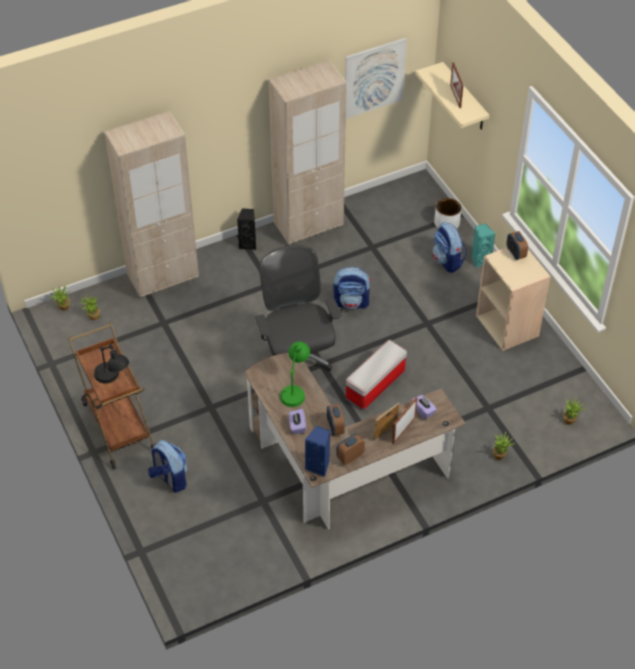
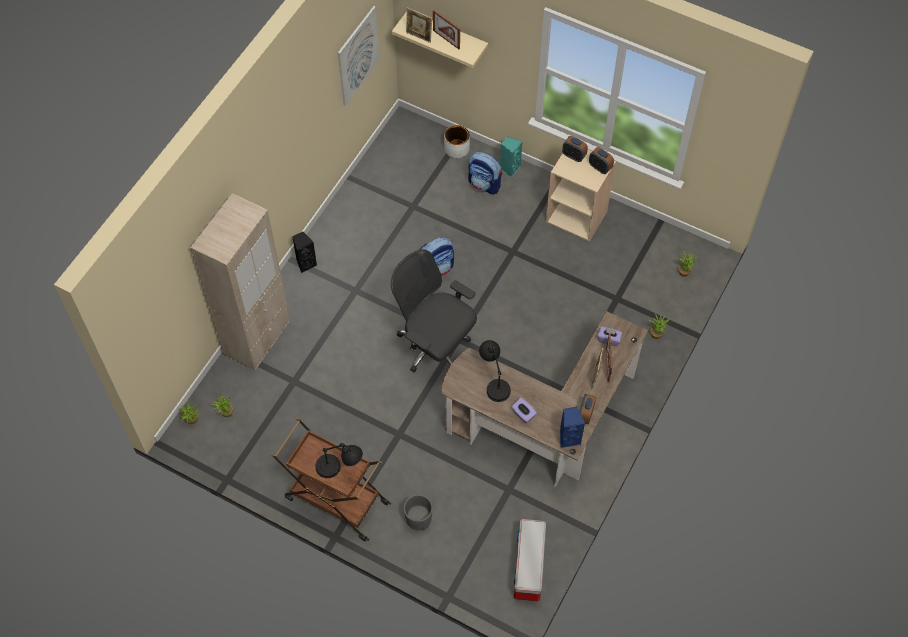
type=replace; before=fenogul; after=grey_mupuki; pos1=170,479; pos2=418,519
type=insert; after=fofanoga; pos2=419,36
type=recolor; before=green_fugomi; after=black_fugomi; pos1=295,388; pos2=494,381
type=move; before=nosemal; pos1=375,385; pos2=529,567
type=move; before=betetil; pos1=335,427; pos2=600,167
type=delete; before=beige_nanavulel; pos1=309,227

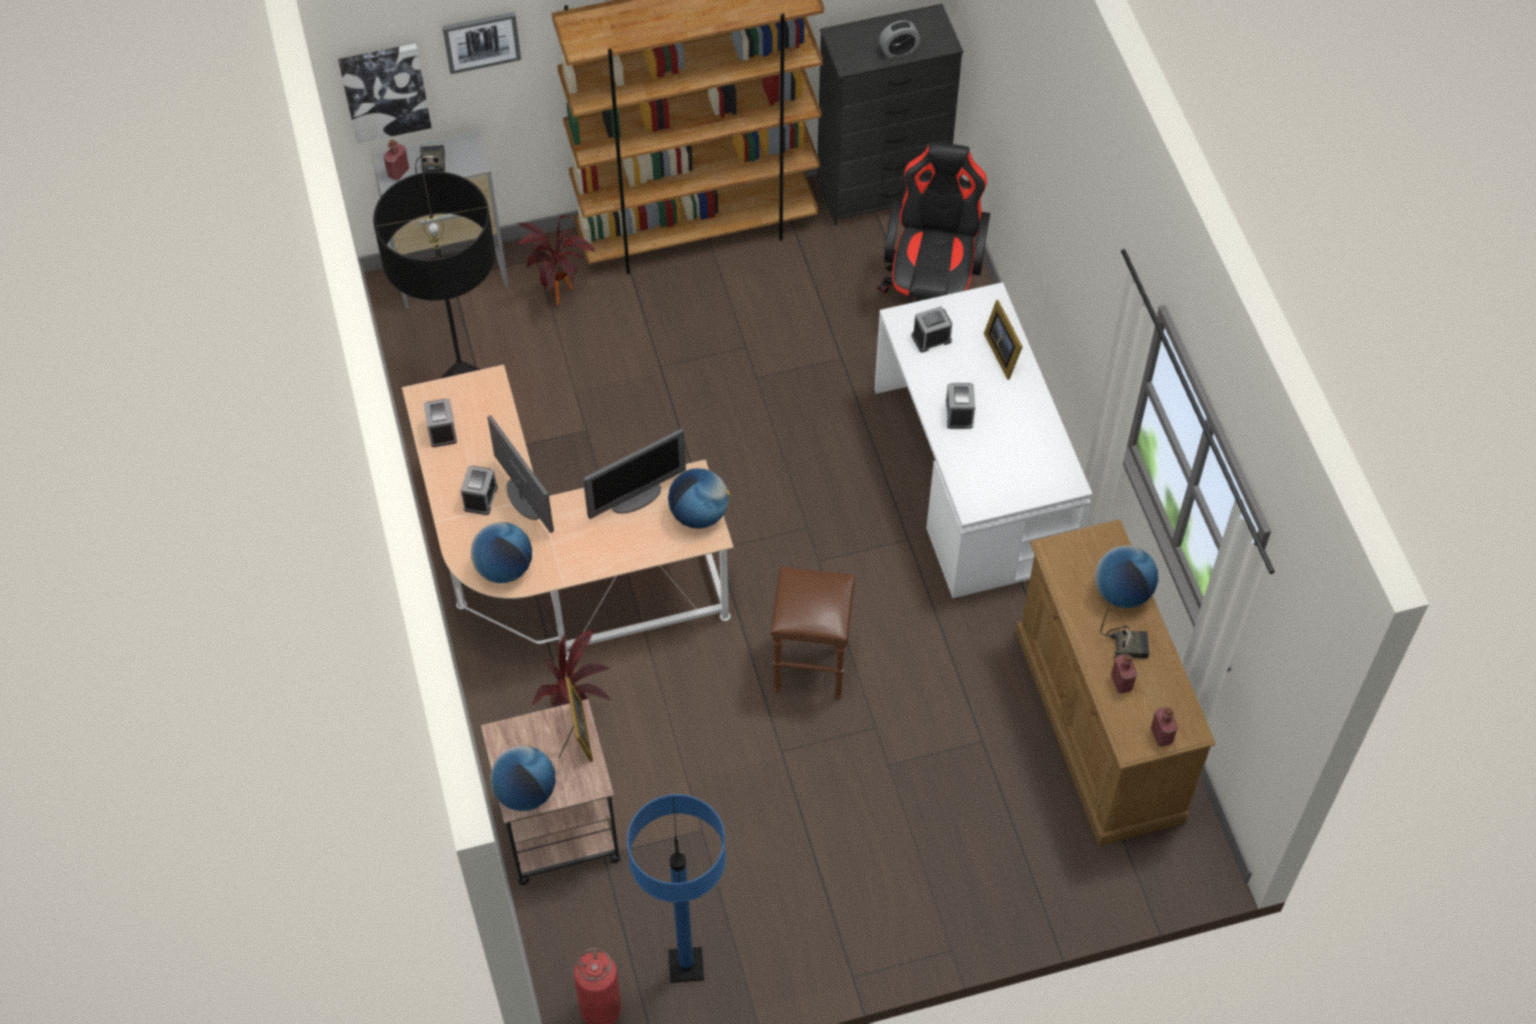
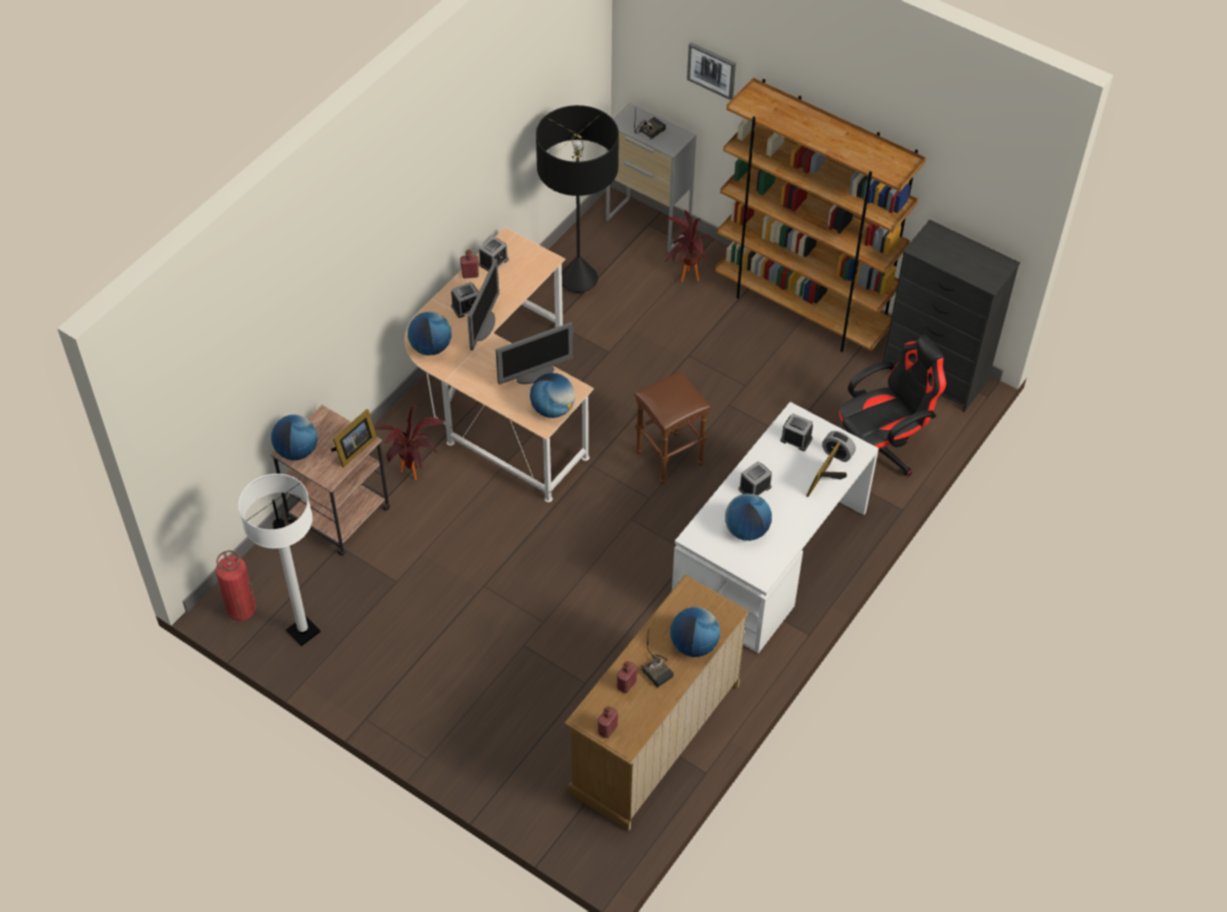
type=recolor; before=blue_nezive; after=white_nezive; pos1=686,965; pos2=303,631
type=move; before=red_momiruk; pos1=398,172; pos2=470,274
type=rotate; before=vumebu; pos1=637,498; pos2=535,374; turn=-45
type=move; before=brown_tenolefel; pos1=812,668; pos2=669,459
type=insert; after=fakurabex; pos2=746,530
type=move; before=betetil; pos1=898,50; pos2=837,454
type=delete; before=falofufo; pos1=385,91

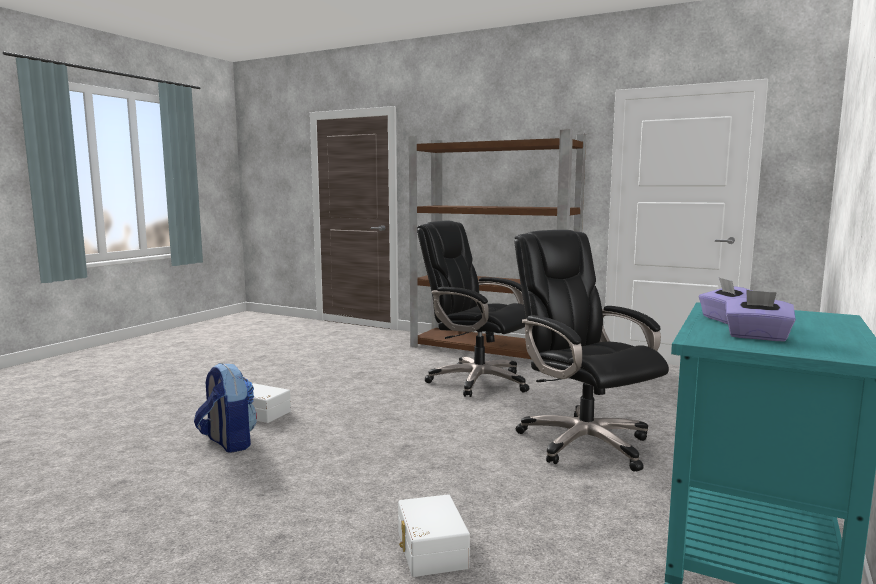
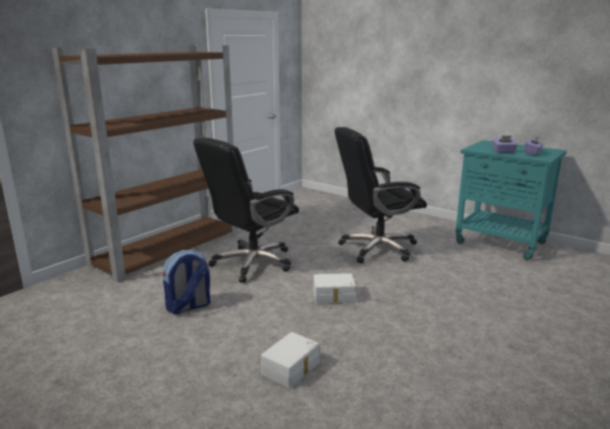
type=move; before=fenogul; pos1=228,442; pos2=188,307
type=move; before=white_nosemal; pos1=430,550; pos2=334,297

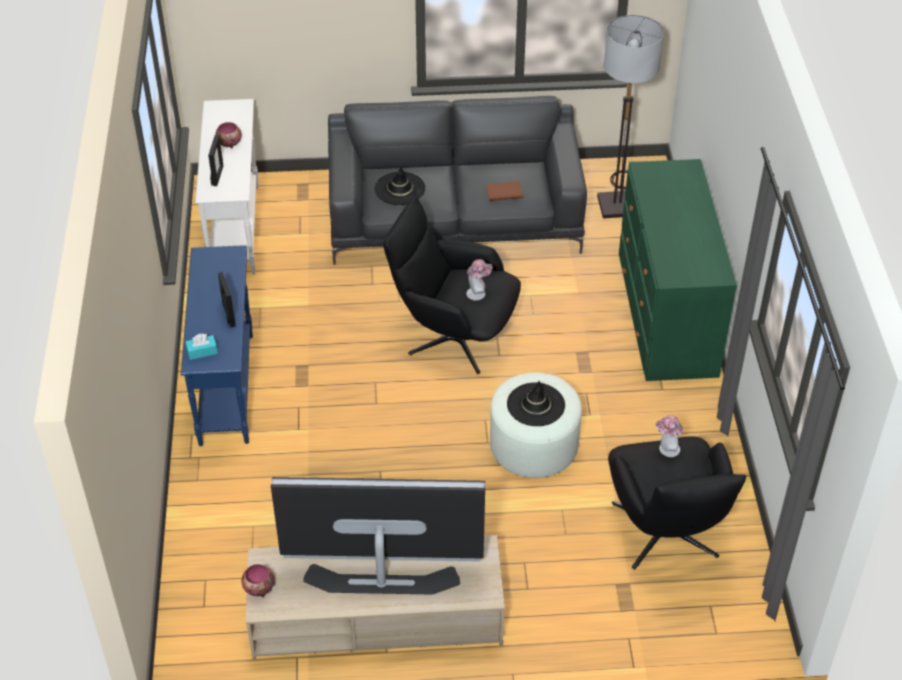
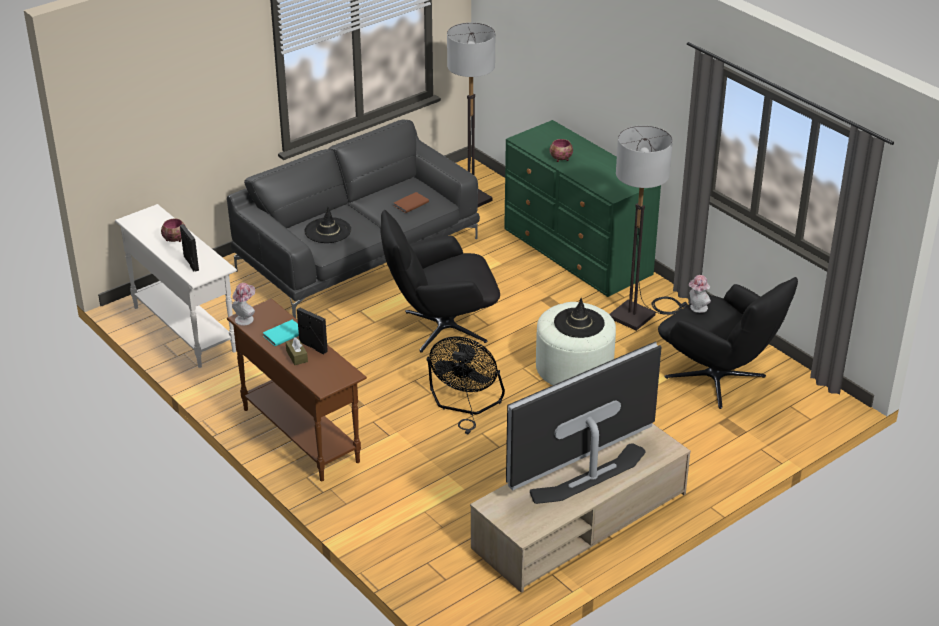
type=recolor; before=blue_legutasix; after=brown_legutasix; pos1=227,388; pos2=300,435
type=move; before=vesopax; pos1=478,293; pos2=246,318
type=insert; after=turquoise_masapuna; pos2=283,334
type=insert; after=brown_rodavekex; pos2=297,356
type=insert; after=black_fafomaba; pos2=463,405
type=move; before=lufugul; pos1=258,589; pos2=560,159
type=insert; after=nezive; pos2=642,314
type=delete; before=turquoise_rodavekex; pos1=202,351

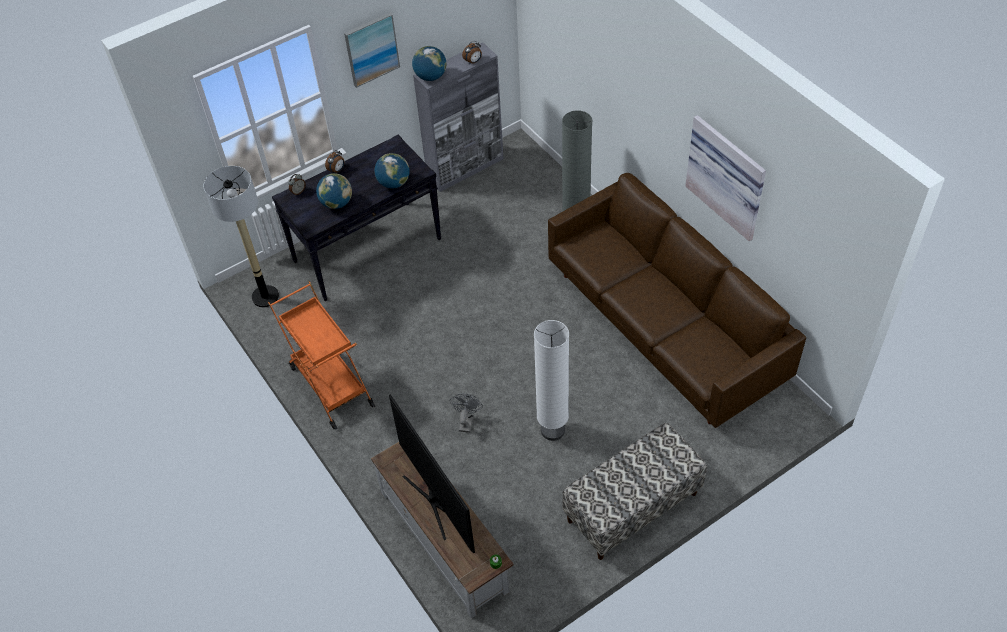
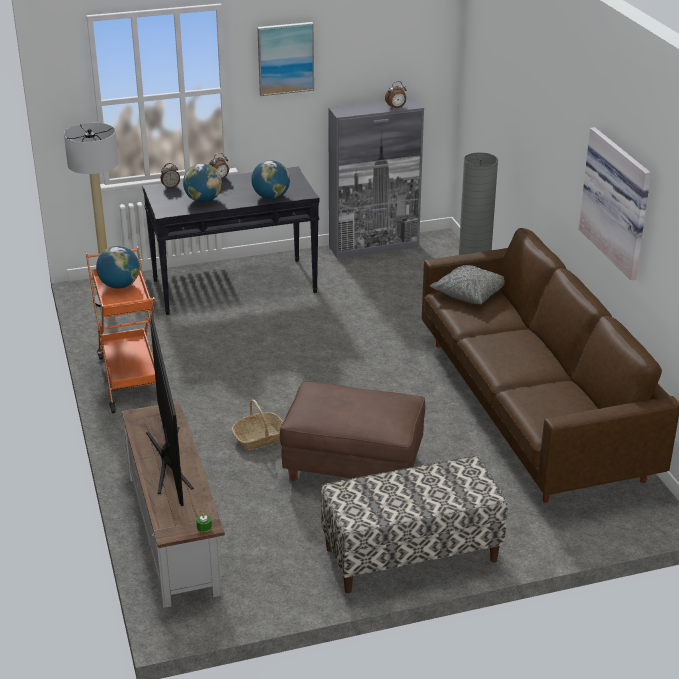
type=move; before=fakurabex; pos1=430,77; pos2=119,285
type=replace; before=grey_fafomaba; after=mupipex; pos1=466,421; pos2=259,438
type=replace; before=white_nezive; after=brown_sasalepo; pos1=552,430; pos2=353,467
type=insert; after=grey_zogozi; pos2=470,293

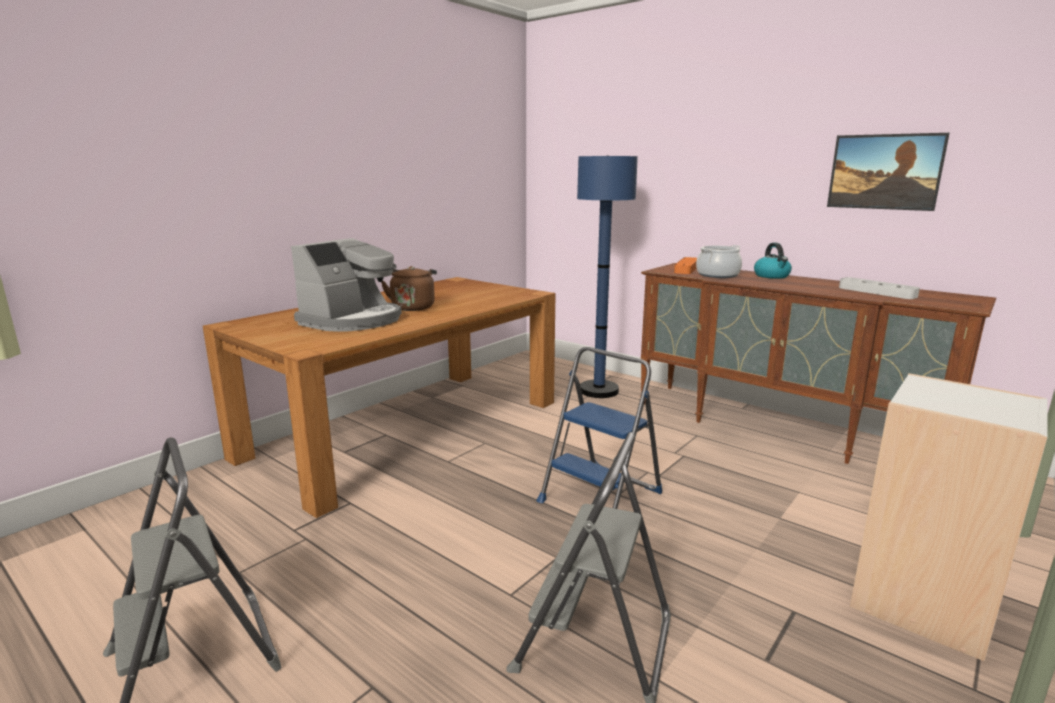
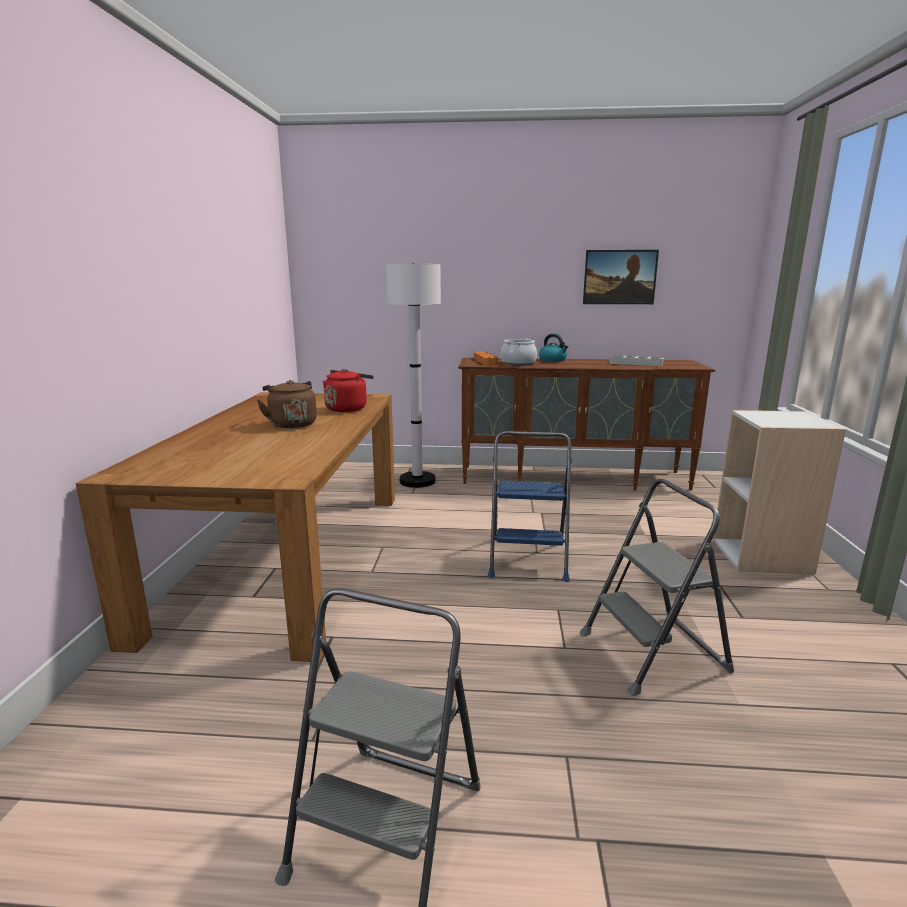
type=insert; after=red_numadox; pos2=348,408
type=recolor; before=blue_nezive; after=white_nezive; pos1=599,390; pos2=417,481
type=delete; before=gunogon; pos1=353,320

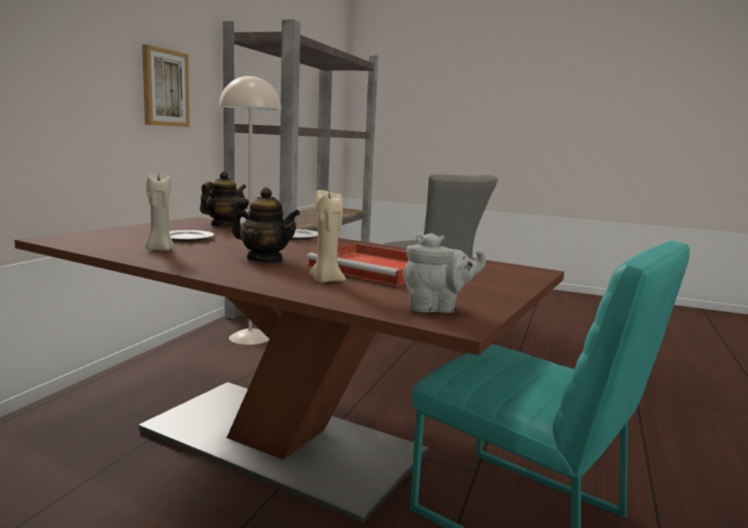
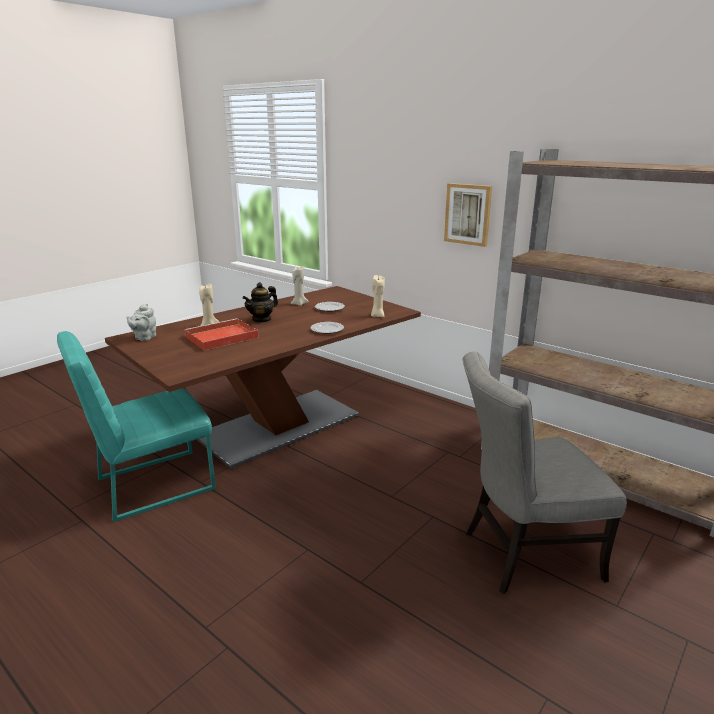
type=replace; before=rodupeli; after=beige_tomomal; pos1=223,225; pos2=377,316
type=delete; before=beige_nezive; pos1=250,337

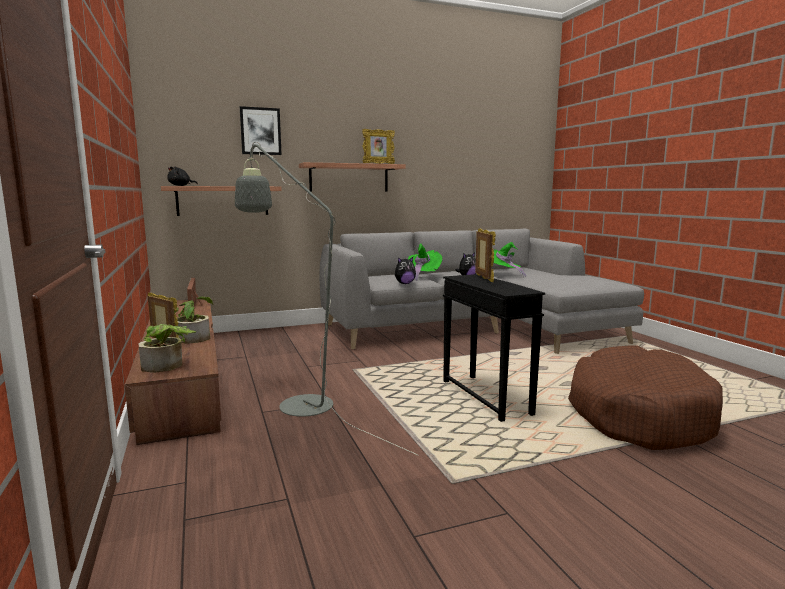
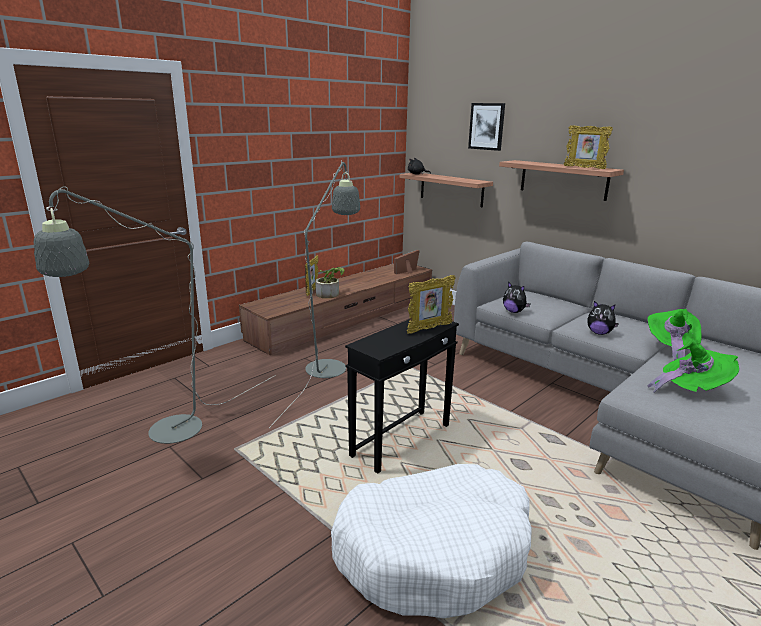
type=insert; after=grey_nezive; pos2=163,435
type=recolor; before=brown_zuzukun; after=white_zuzukun; pos1=638,415; pos2=434,551
type=move; before=green_vesopax; pos1=422,276; pos2=690,389
type=delete; before=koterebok; pos1=167,366

